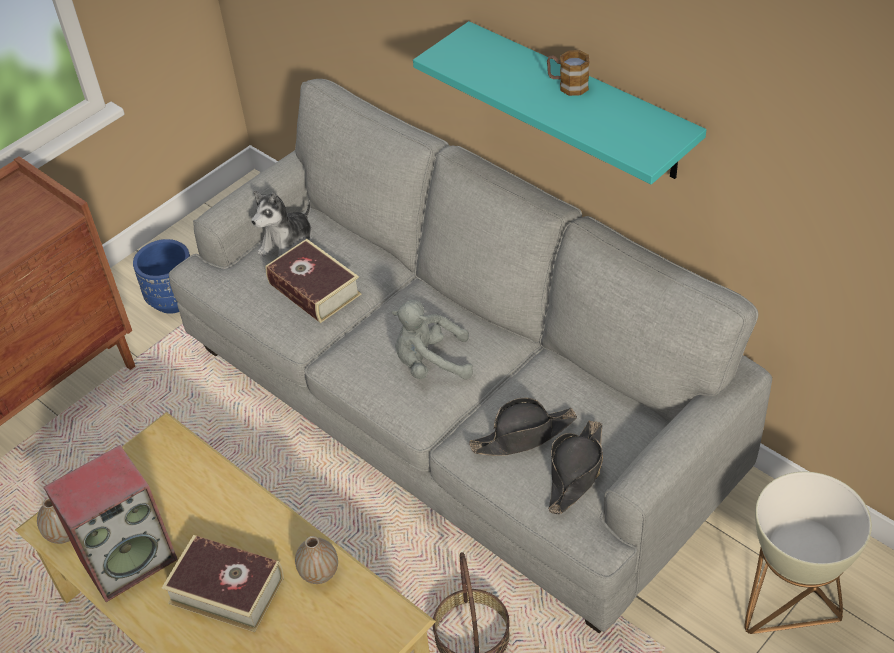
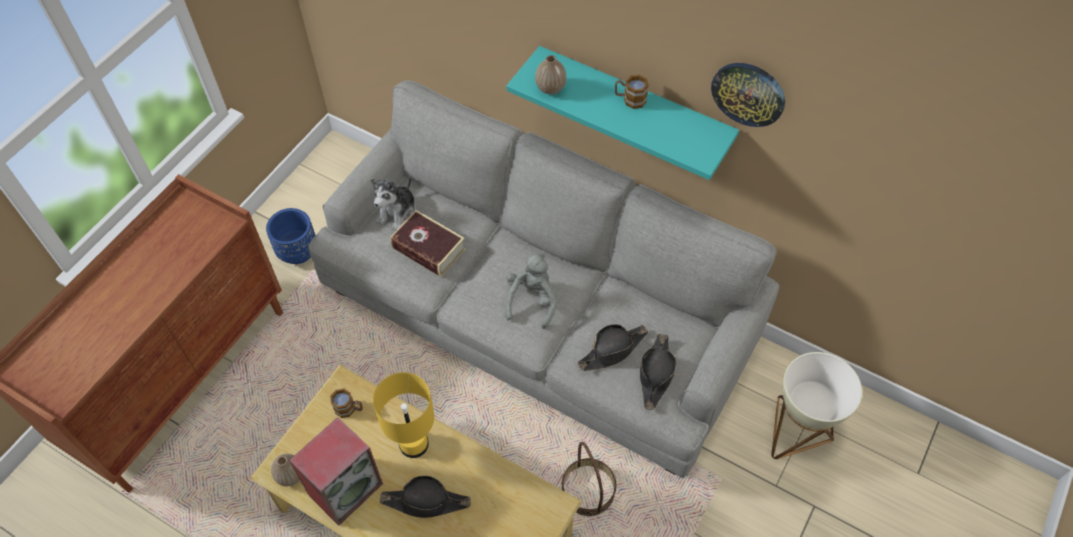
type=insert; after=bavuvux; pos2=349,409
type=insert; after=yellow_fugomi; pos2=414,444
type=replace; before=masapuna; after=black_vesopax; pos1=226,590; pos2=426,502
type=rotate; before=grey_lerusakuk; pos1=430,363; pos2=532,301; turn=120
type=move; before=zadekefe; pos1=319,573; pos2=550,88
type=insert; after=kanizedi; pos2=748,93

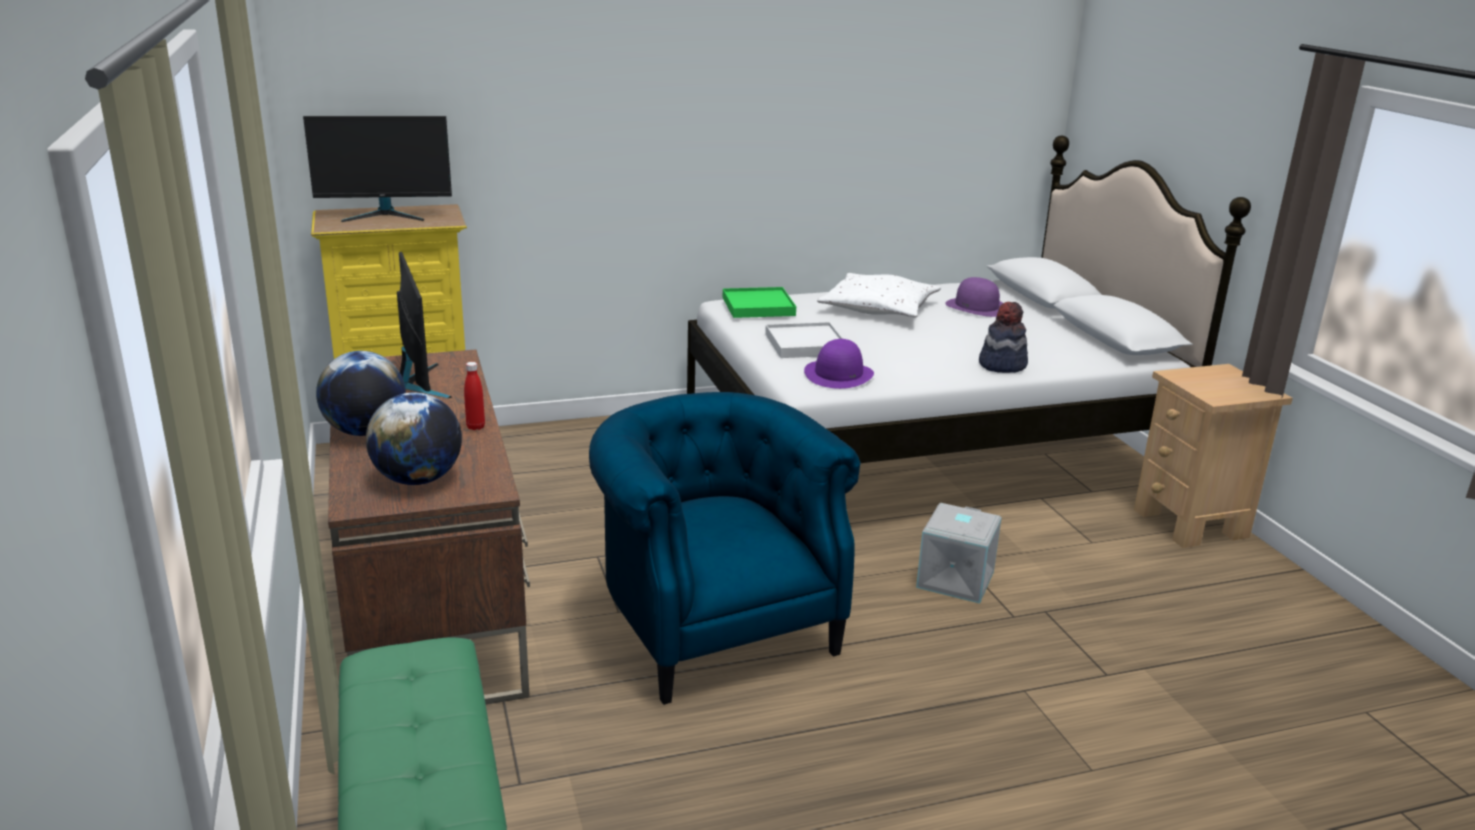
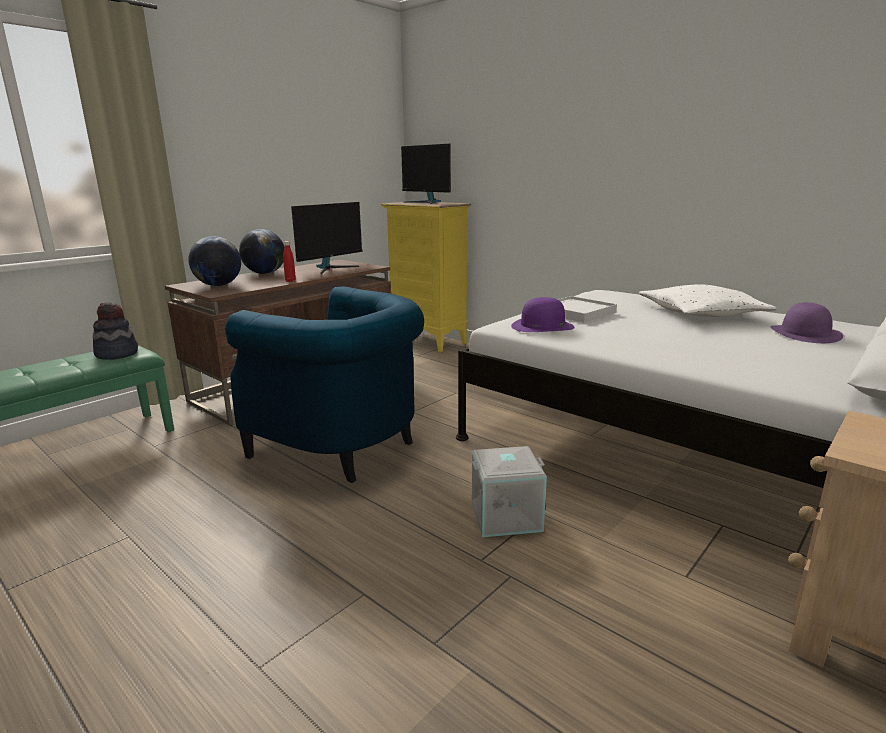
type=move; before=vesopax; pos1=1002,365; pos2=117,354
type=rotate; before=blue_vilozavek; pos1=712,625; pos2=341,448; turn=90
type=delete; before=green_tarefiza; pos1=758,306

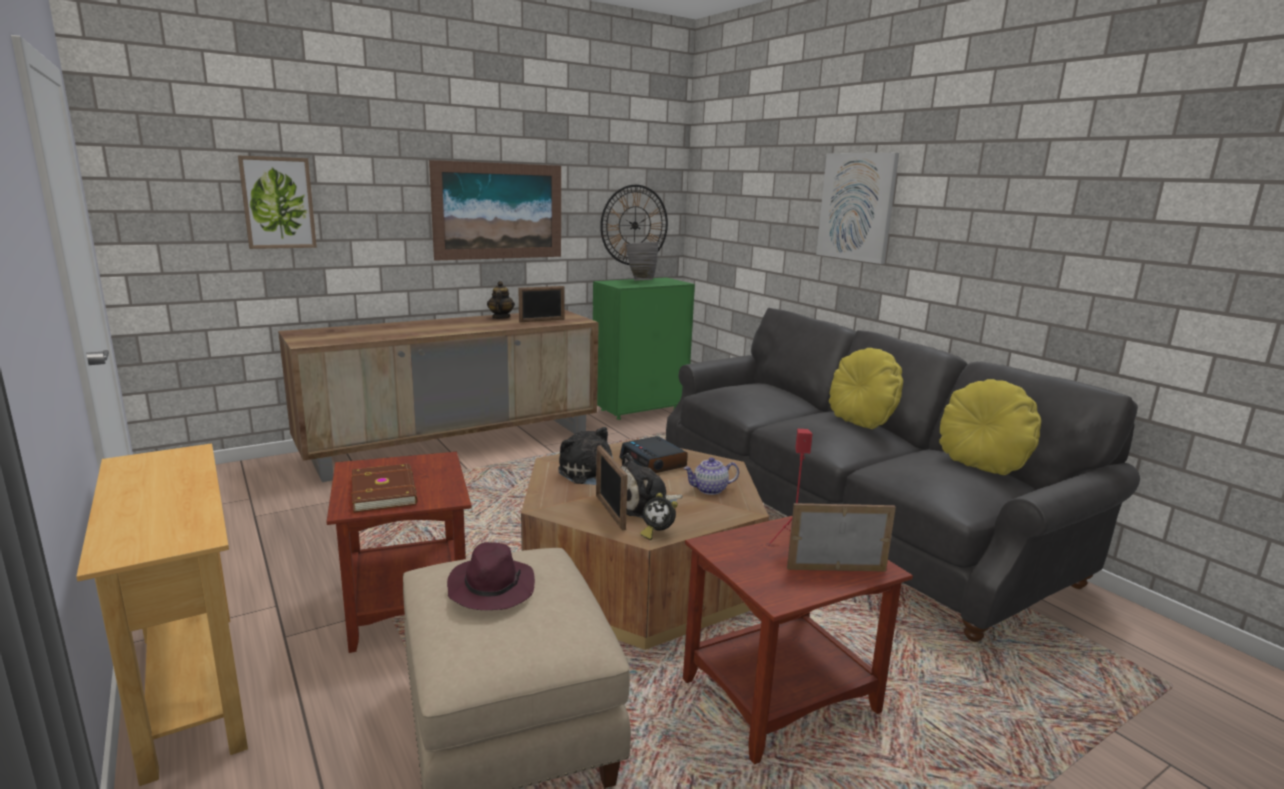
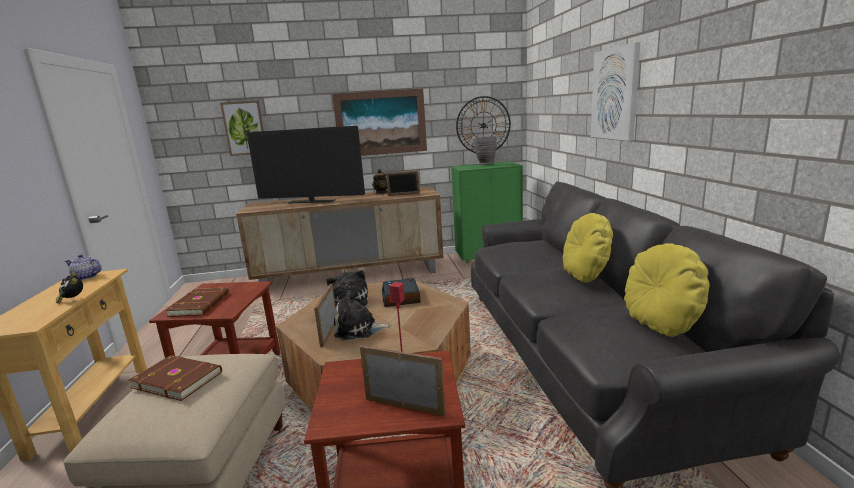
type=move; before=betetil; pos1=657,533; pos2=73,300
type=move; before=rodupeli; pos1=710,490; pos2=86,277
type=replace; before=purple_vesopax; after=brown_masapuna; pos1=491,588; pos2=178,379
type=insert; after=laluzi; pos2=311,202

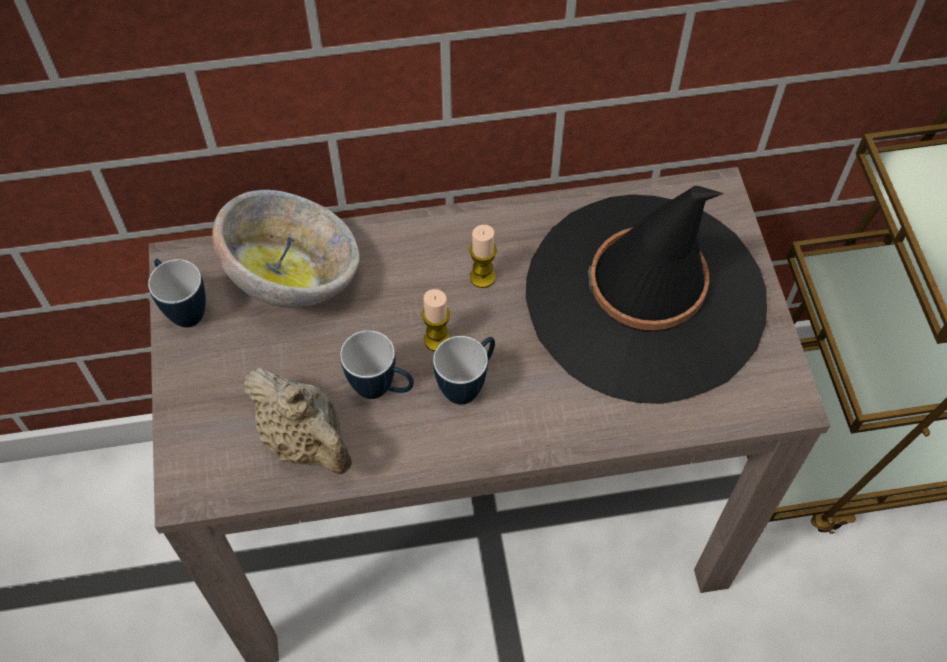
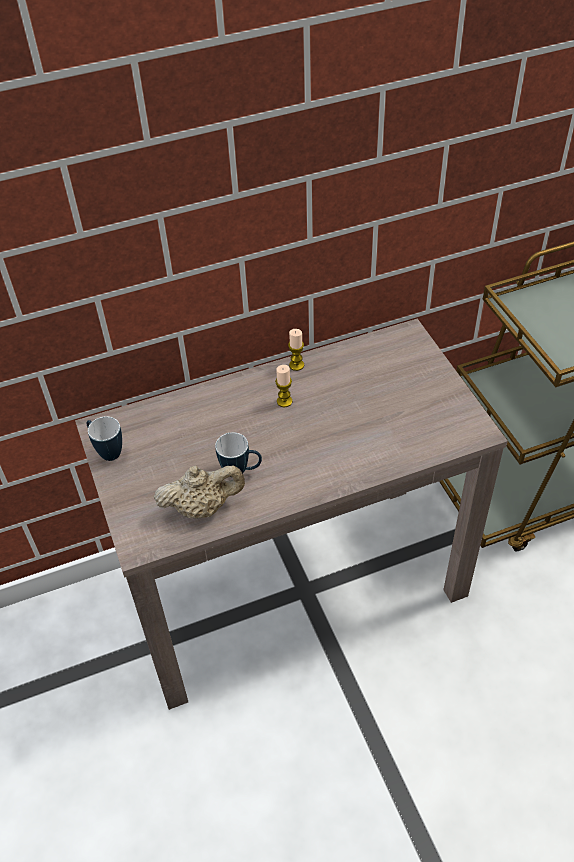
type=rotate; before=beige_rodupeli; pos1=306,441; pos2=202,507; turn=-45
type=move; before=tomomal; pos1=437,340; pos2=296,365
type=delete; before=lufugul; pos1=293,275
type=delete; before=bavuvux; pos1=468,385
type=delete; before=black_vesopax; pos1=645,297

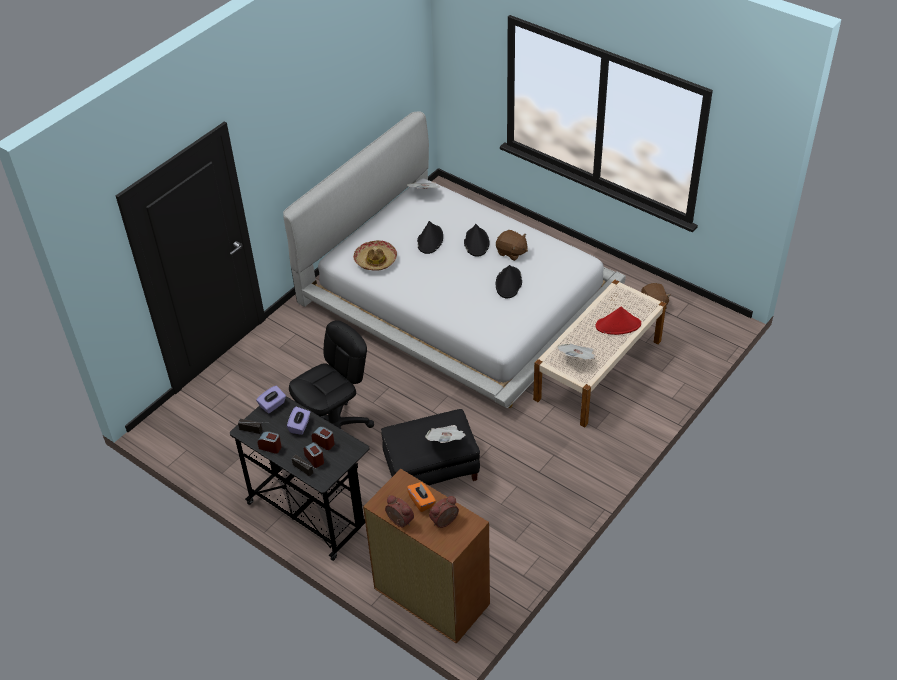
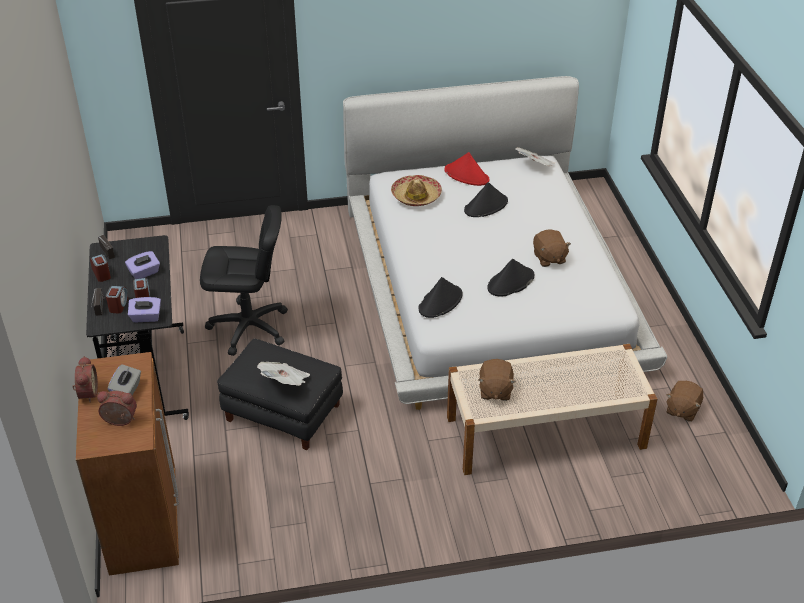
type=recolor; before=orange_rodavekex; after=grey_rodavekex; pos1=421,501; pos2=127,390
type=move; before=purple_rodavekex; pos1=272,405; pos2=146,317
type=move; before=black_vesopax; pos1=476,242; pos2=440,302
type=move; before=red_vesopax; pos1=618,325; pos2=467,175
type=replace; before=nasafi; after=brown_lerusakuk; pos1=577,358; pos2=495,390

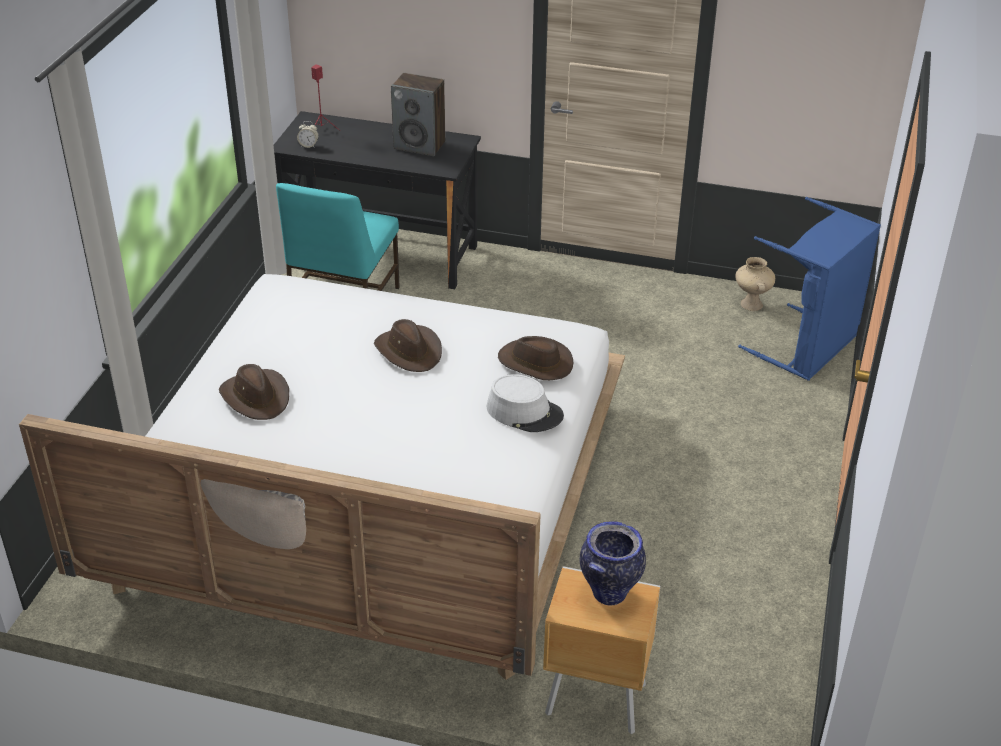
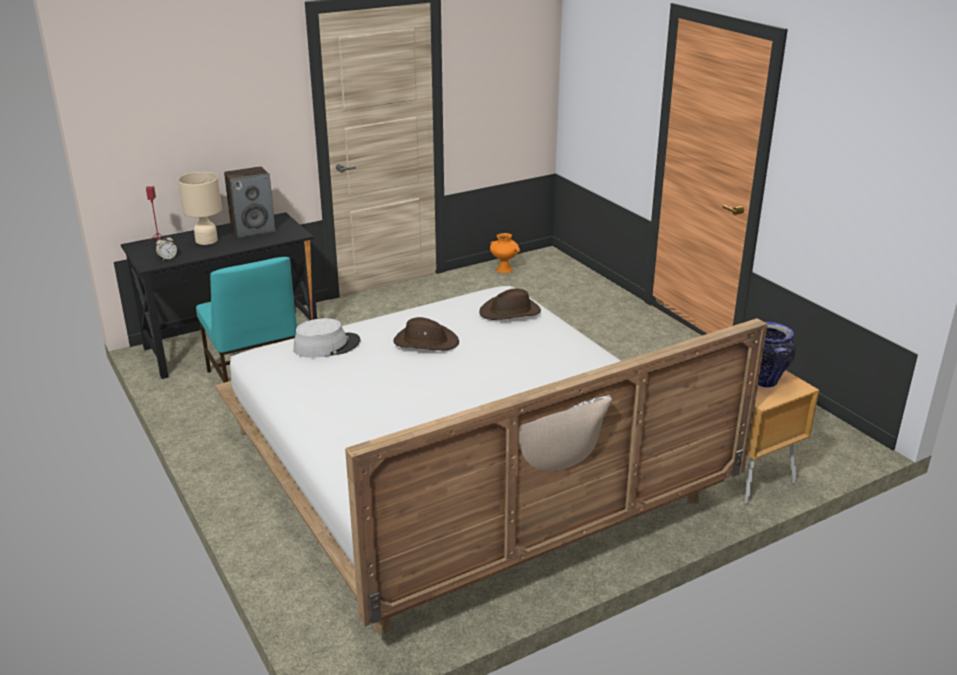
type=insert; after=beige_fugomi; pos2=206,240
type=move; before=grey_vesopax; pos1=524,412; pos2=327,345
type=recolor; before=beige_zadekefe; after=orange_zadekefe; pos1=750,304; pos2=503,270
type=delete; before=brown_vesopax; pos1=256,397
type=delete; before=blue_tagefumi; pos1=809,347

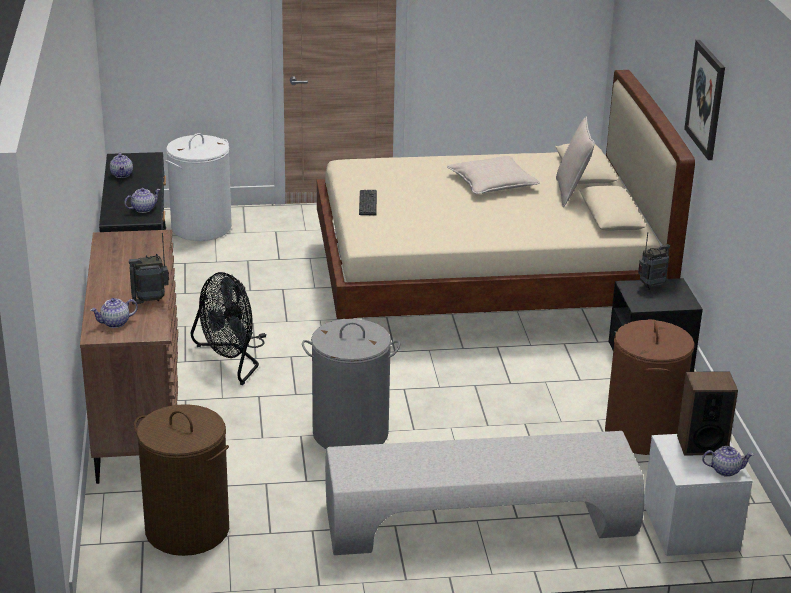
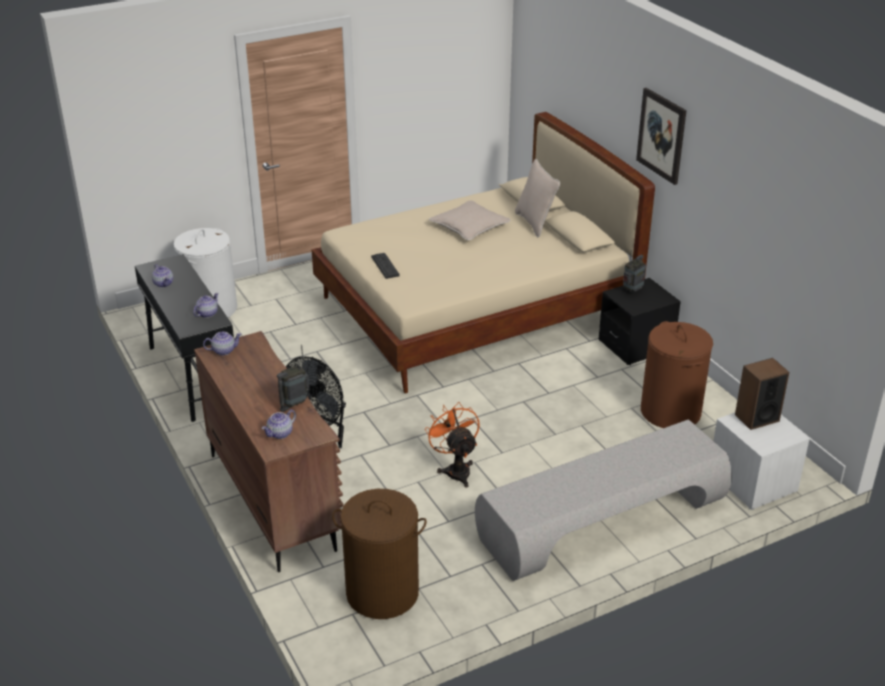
type=move; before=rodupeli; pos1=725,470; pos2=224,350
type=replace; before=grey_tagefumi; after=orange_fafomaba; pos1=350,434; pos2=455,469

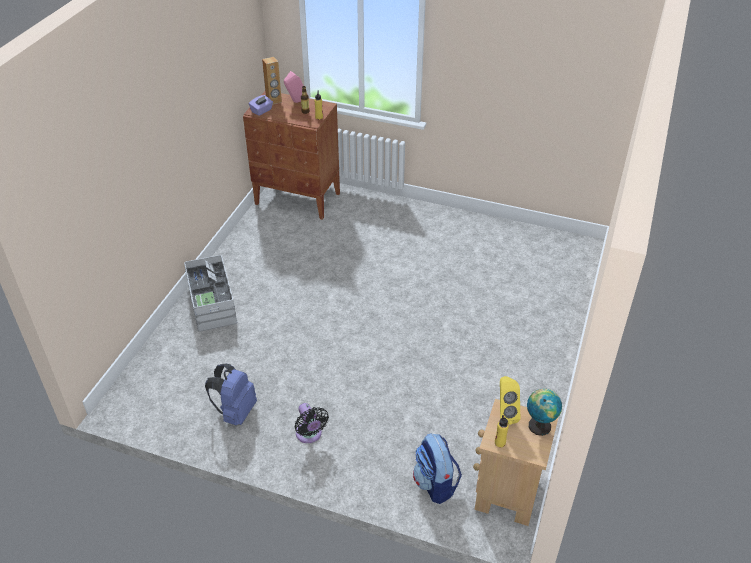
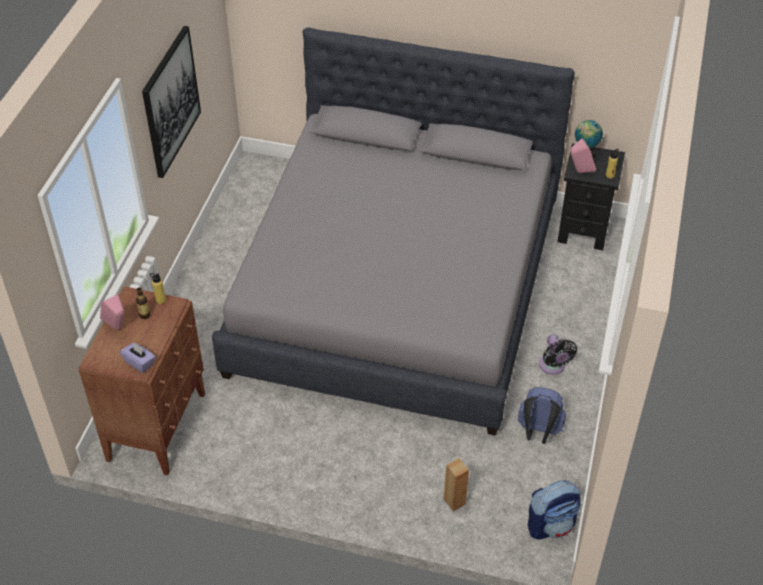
type=insert; after=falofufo; pos2=170,101
type=insert; after=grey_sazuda; pos2=397,287
type=move; before=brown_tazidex; pos1=274,101; pos2=454,501
type=move; before=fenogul; pos1=435,484; pos2=551,525
type=rotate; before=black_fafomaba; pos1=310,435; pos2=553,367; turn=105
type=recolor; before=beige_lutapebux; after=black_lutapebux; pos1=506,495; pos2=584,231
type=recolor; before=yellow_tazidex; after=pink_tazidex; pos1=504,414; pos2=580,172
type=delete; before=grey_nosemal; pos1=211,303

